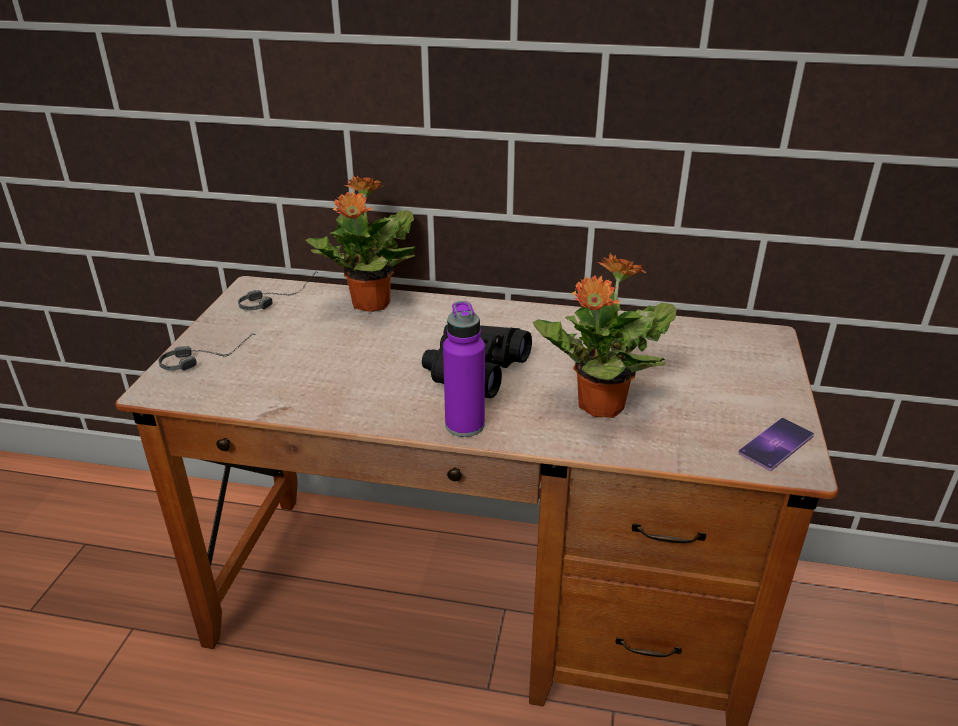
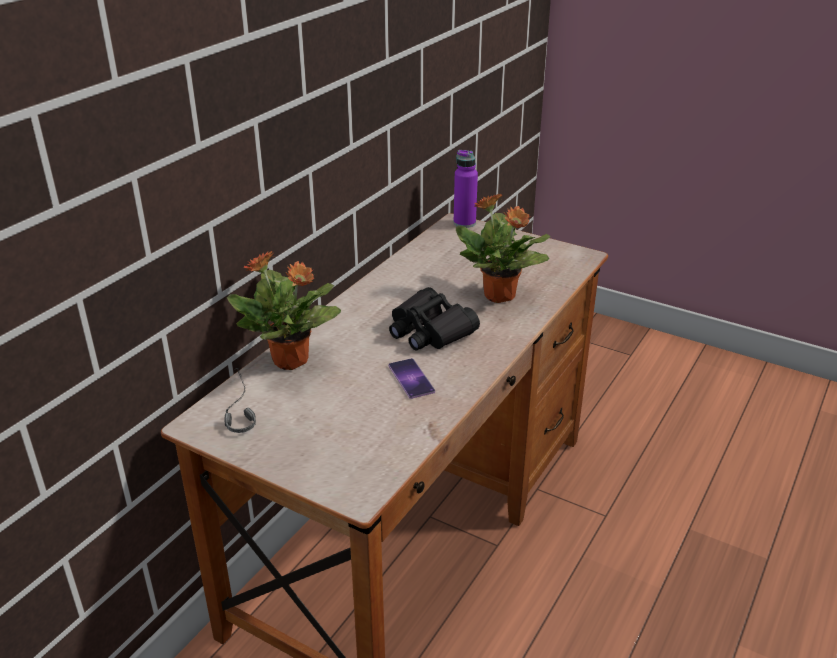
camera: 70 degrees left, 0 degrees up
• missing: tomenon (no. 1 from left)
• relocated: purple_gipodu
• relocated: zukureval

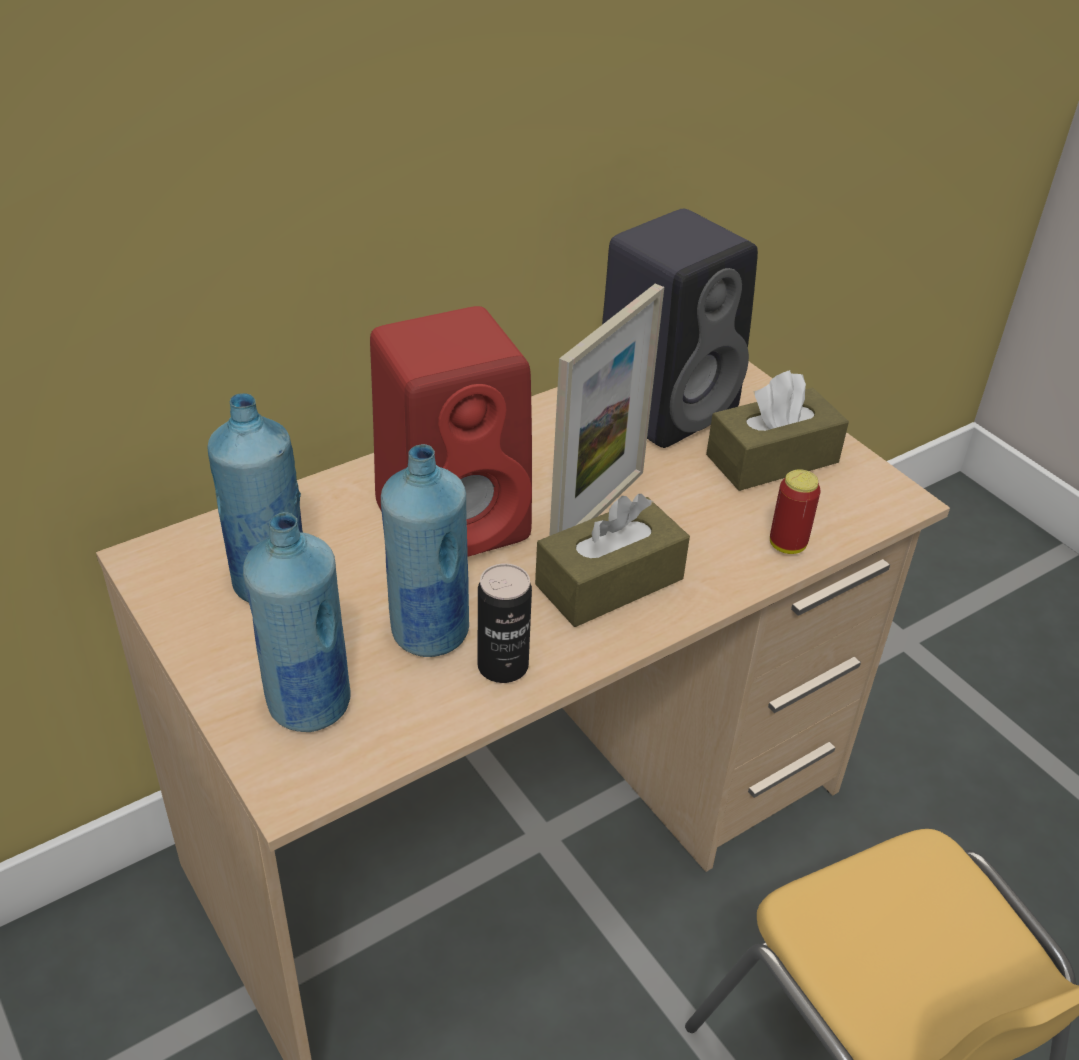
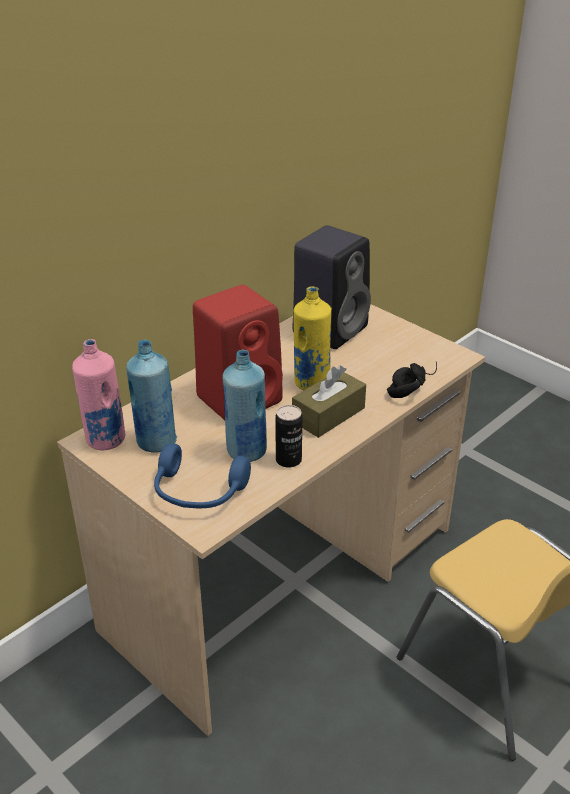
camera: 10 degrees left, 5 degrees down
• exchanged: blue_gipodu (no. 2 from left) to blue_tomenon
• exchanged: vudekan to yellow_gipodu
• missing: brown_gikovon (no. 2 from left)
• exchanged: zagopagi (no. 2 from left) to black_tomenon
• appeared: pink_gipodu

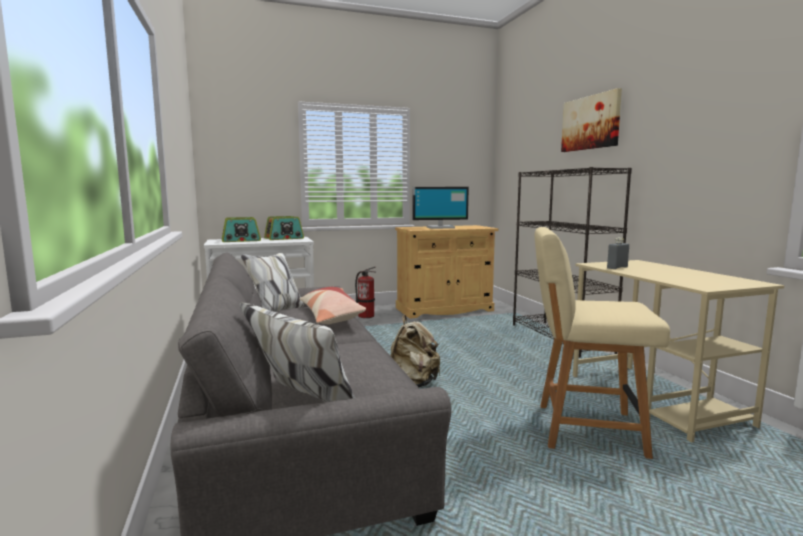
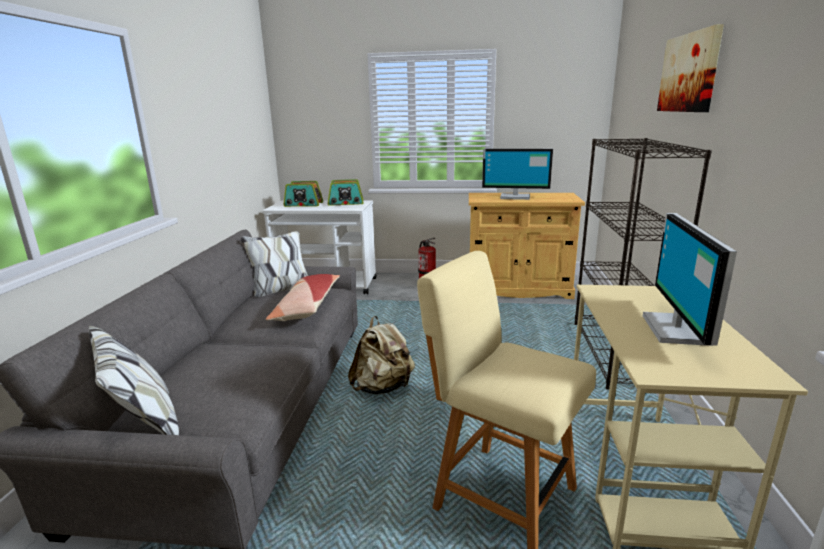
camera: 25 degrees right, 10 degrees up
• missing: grey_gipodu
• appeared: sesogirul (no. 2 from left)

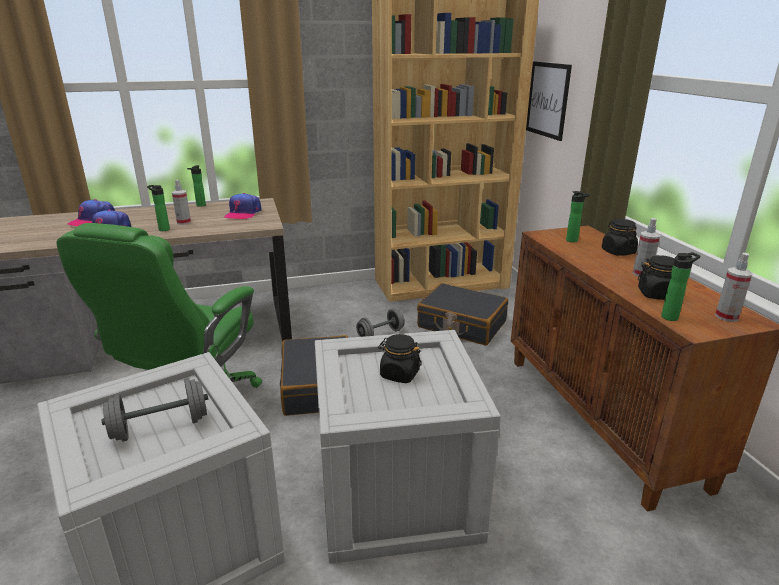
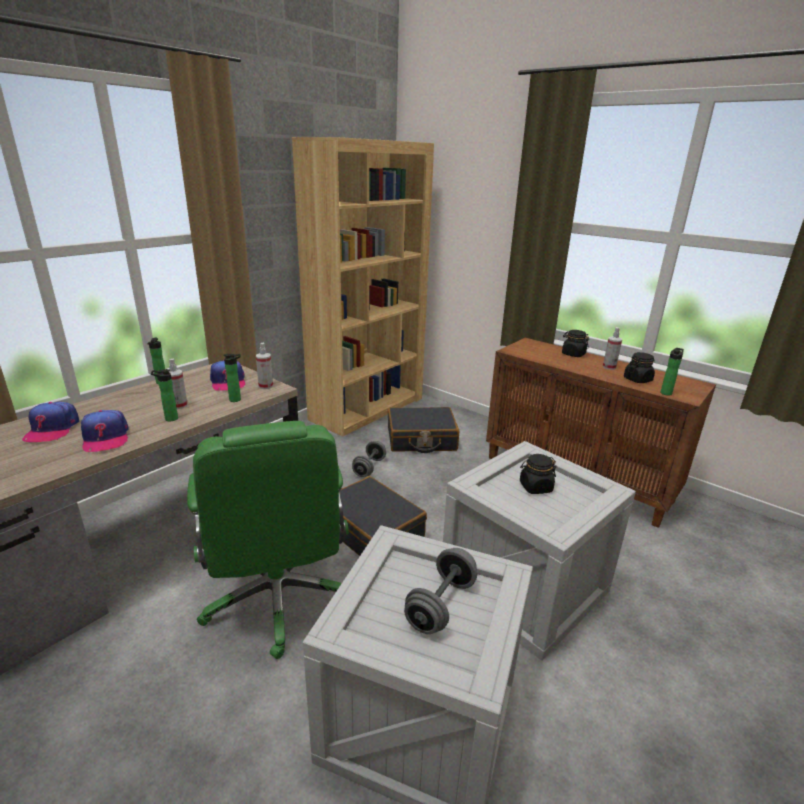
camera: 35 degrees left, 0 degrees up
• missing: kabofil
• relocated: gipodu (no. 3 from left)
• relocated: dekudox (no. 3 from left in the first image) to dekudox (no. 2 from left)

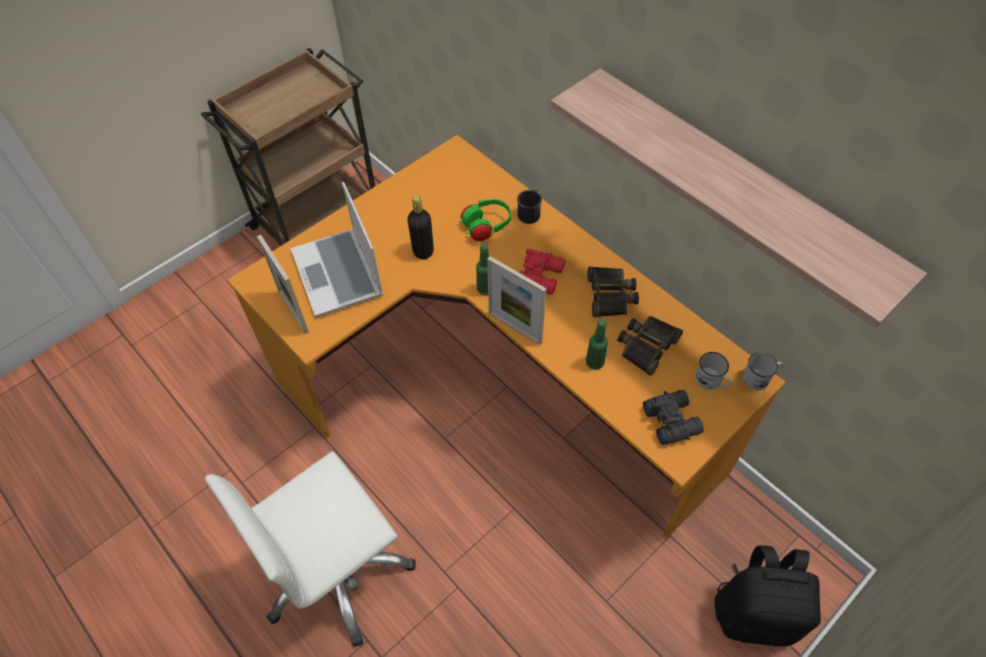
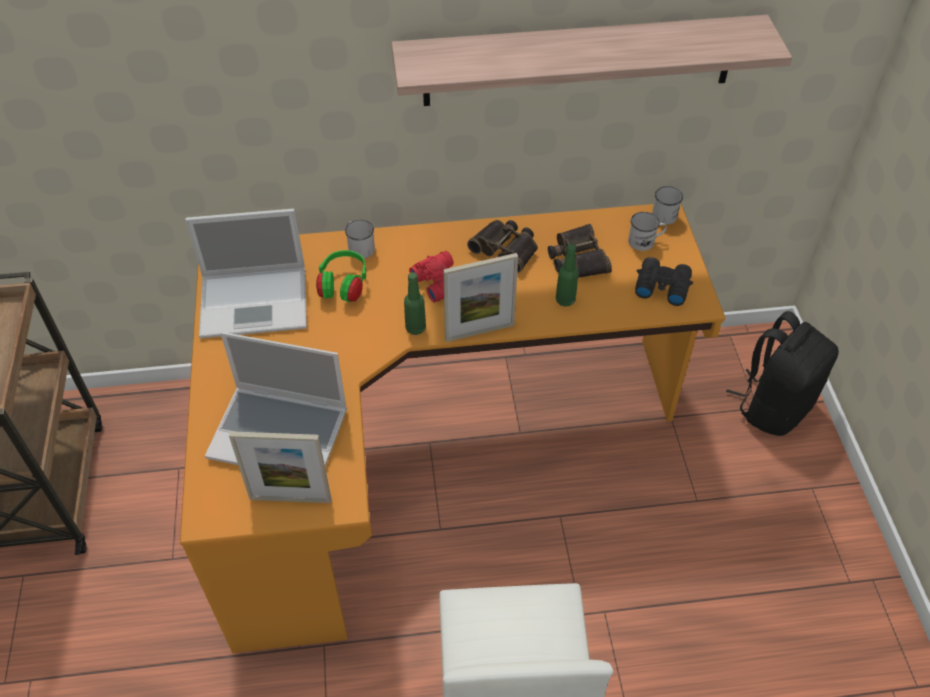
camera: 55 degrees left, 5 degrees down
• missing: black_gipodu
• colour: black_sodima to white_sodima (no. 1 from left)
• appeared: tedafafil (no. 1 from left)

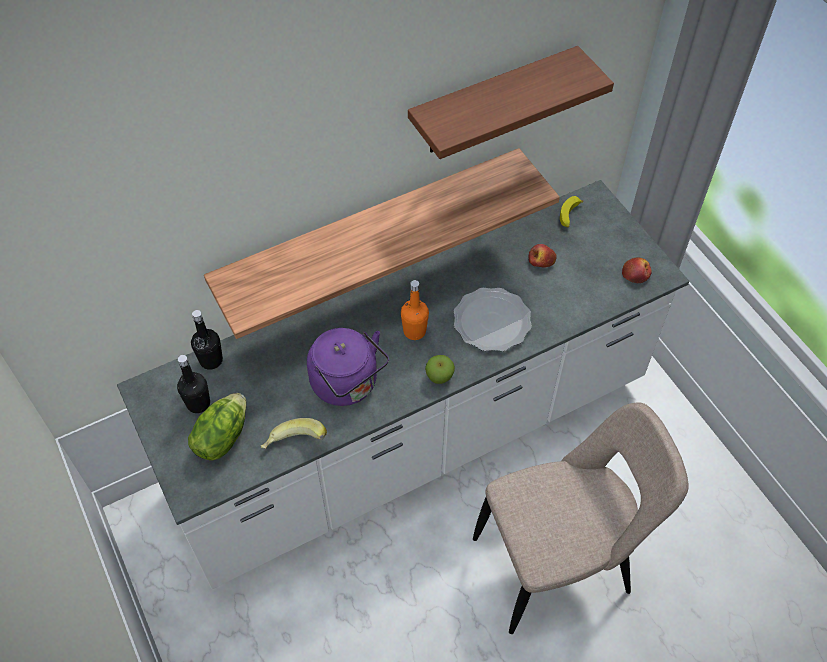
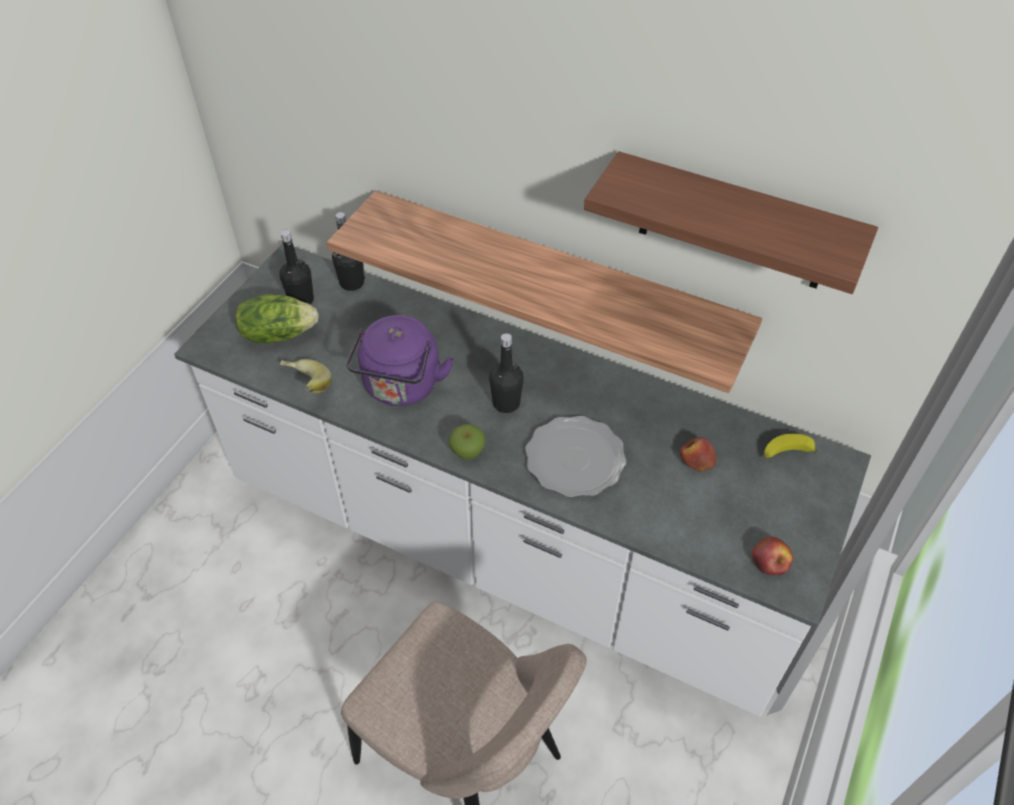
camera: 55 degrees right, 5 degrees down
• colour: orange_gipodu to black_gipodu (no. 3 from left)

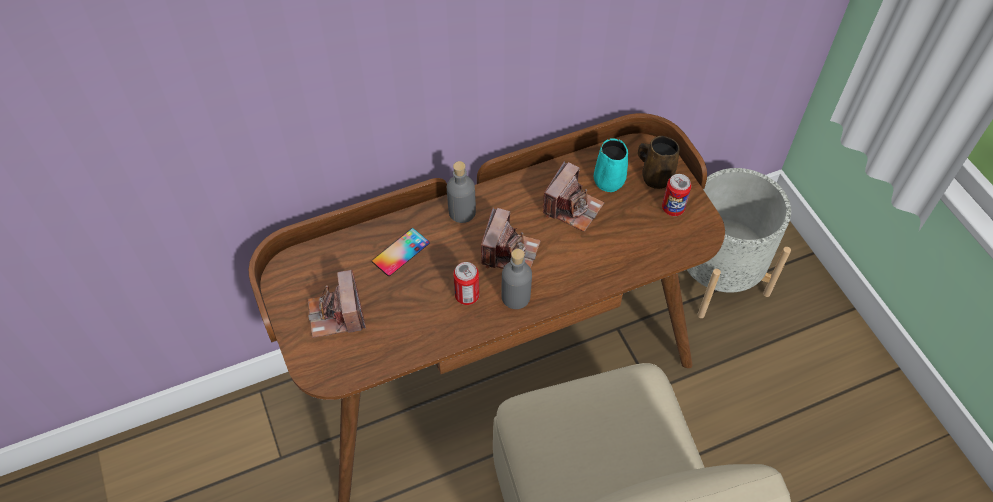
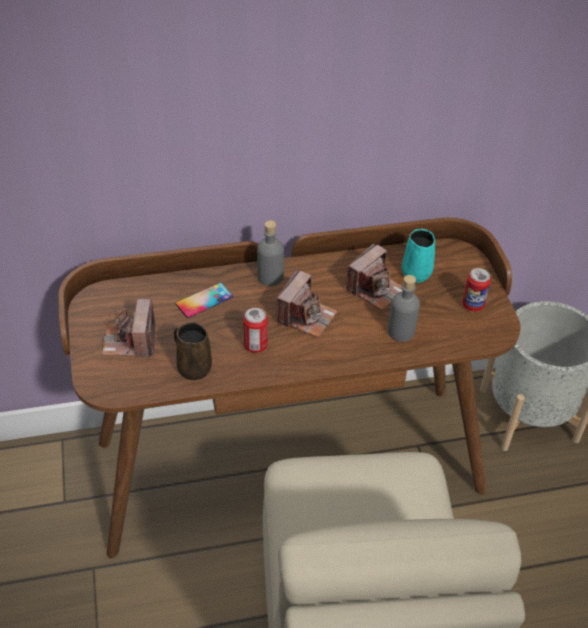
camera: 10 degrees right, 10 degrees down
• relocated: grey_gipodu (no. 2 from left)
• relocated: brown_sodima

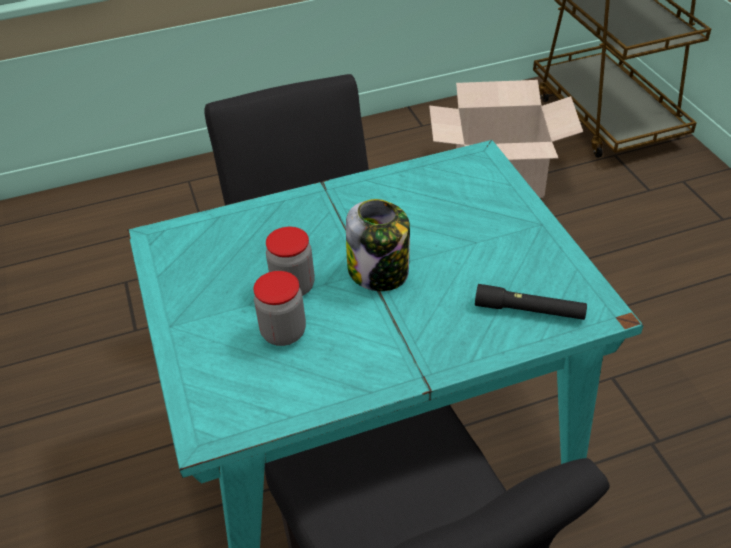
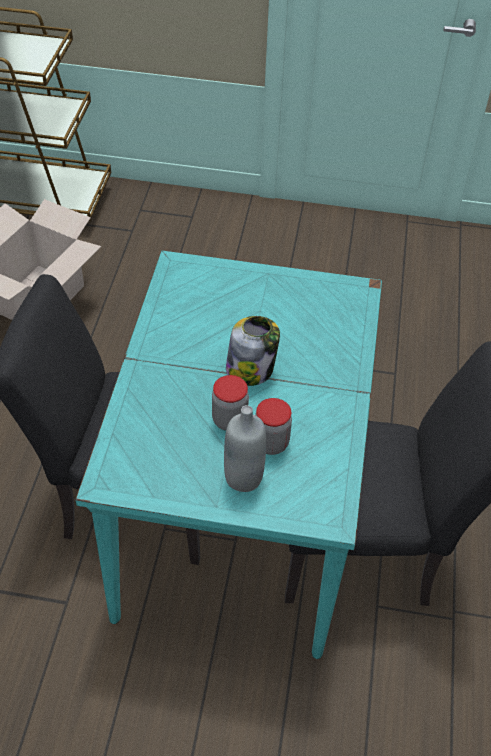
camera: 65 degrees left, 5 degrees up
• missing: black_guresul
• appeared: grey_gipodu

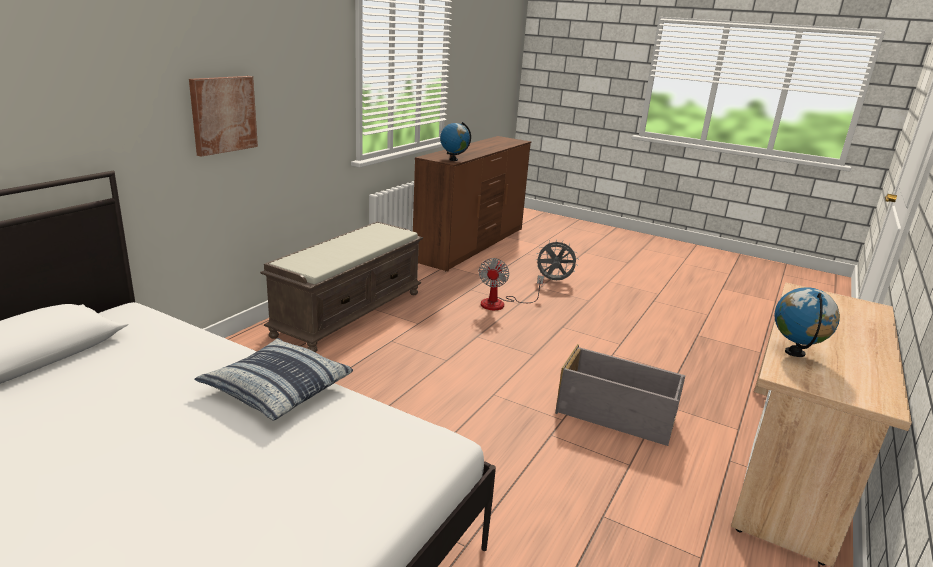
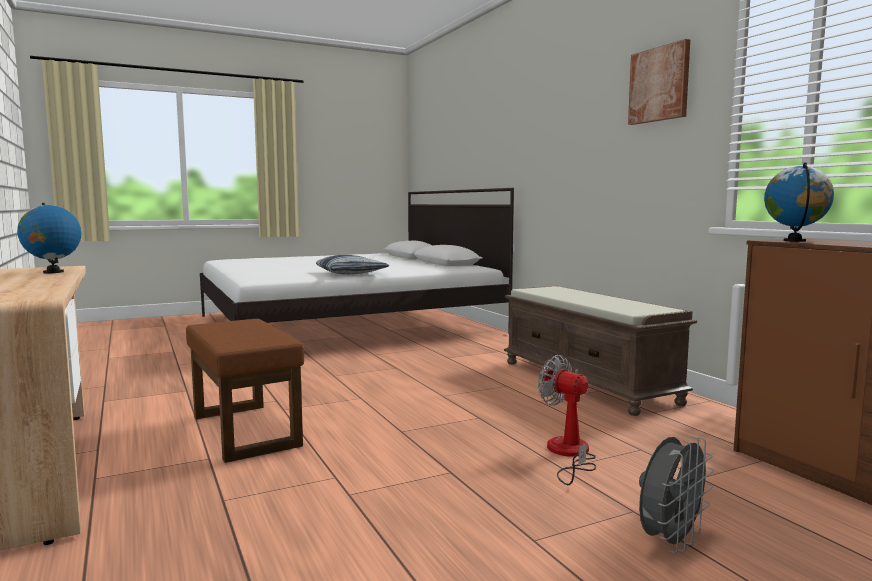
camera: 125 degrees right, 15 degrees down
• relocated: kabofil
• exchanged: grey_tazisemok to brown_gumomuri

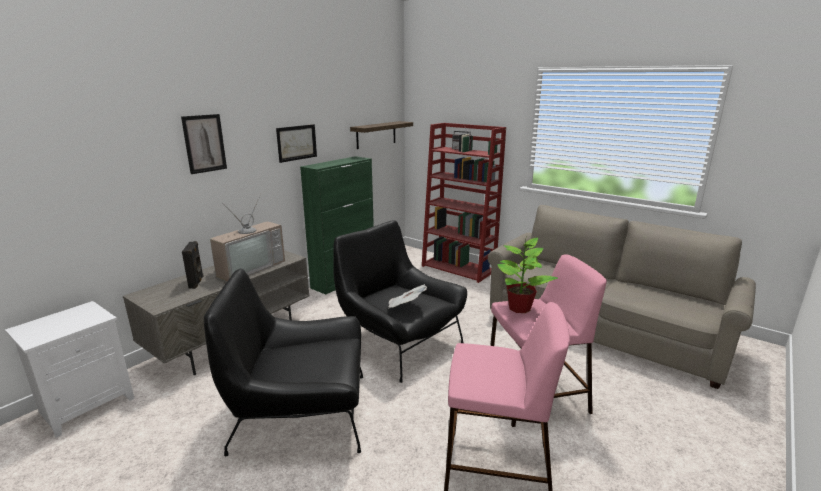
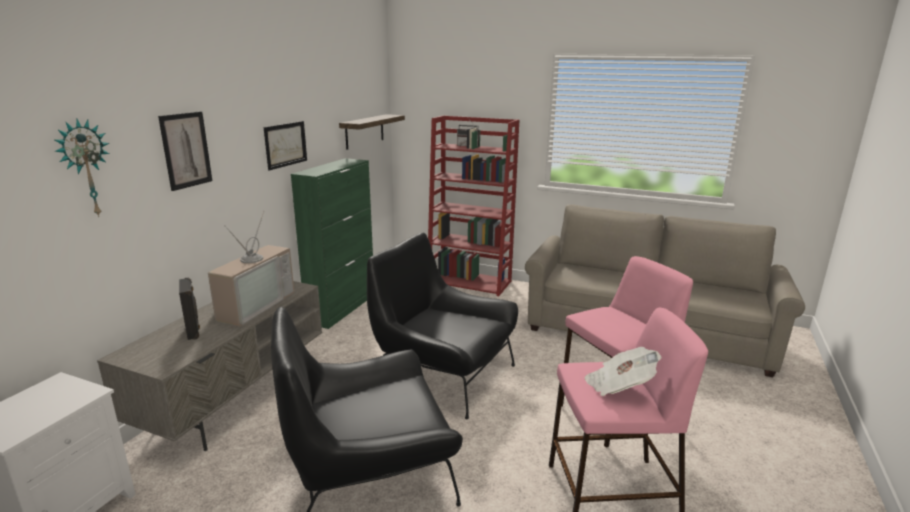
camera: 15 degrees left, 0 degrees up
• relocated: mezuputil
• missing: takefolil
• appeared: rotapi

